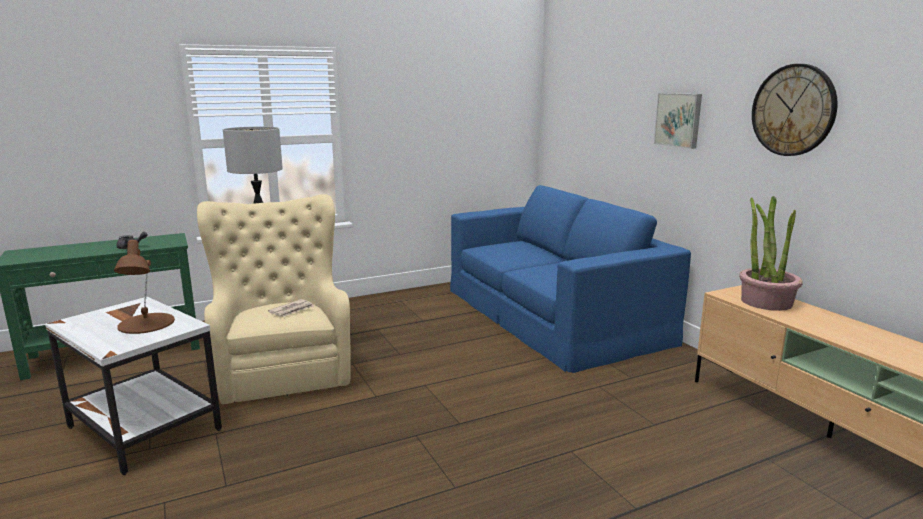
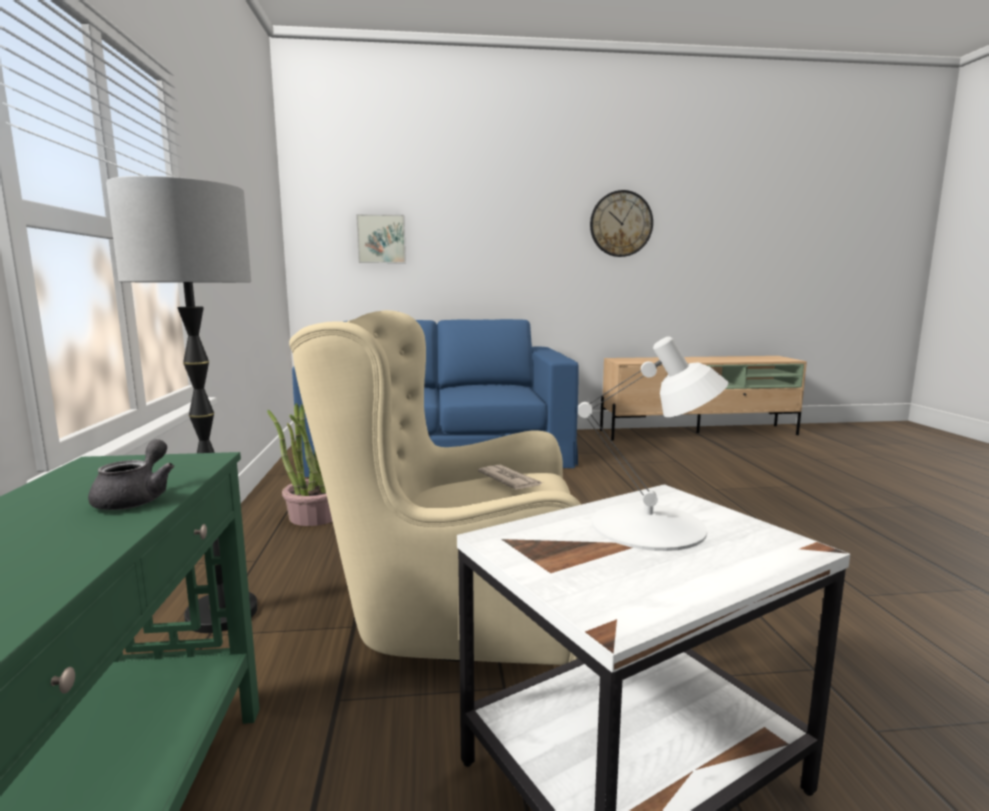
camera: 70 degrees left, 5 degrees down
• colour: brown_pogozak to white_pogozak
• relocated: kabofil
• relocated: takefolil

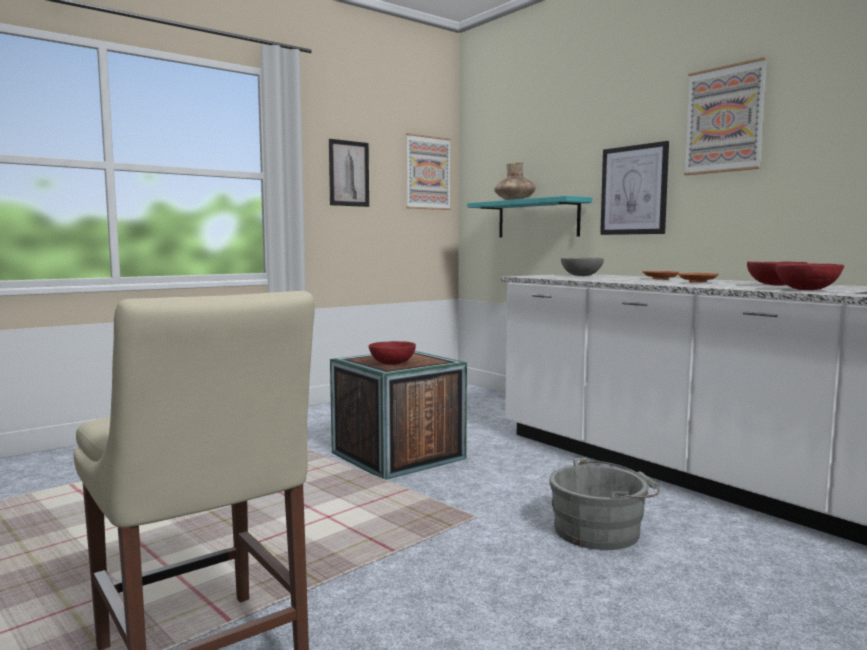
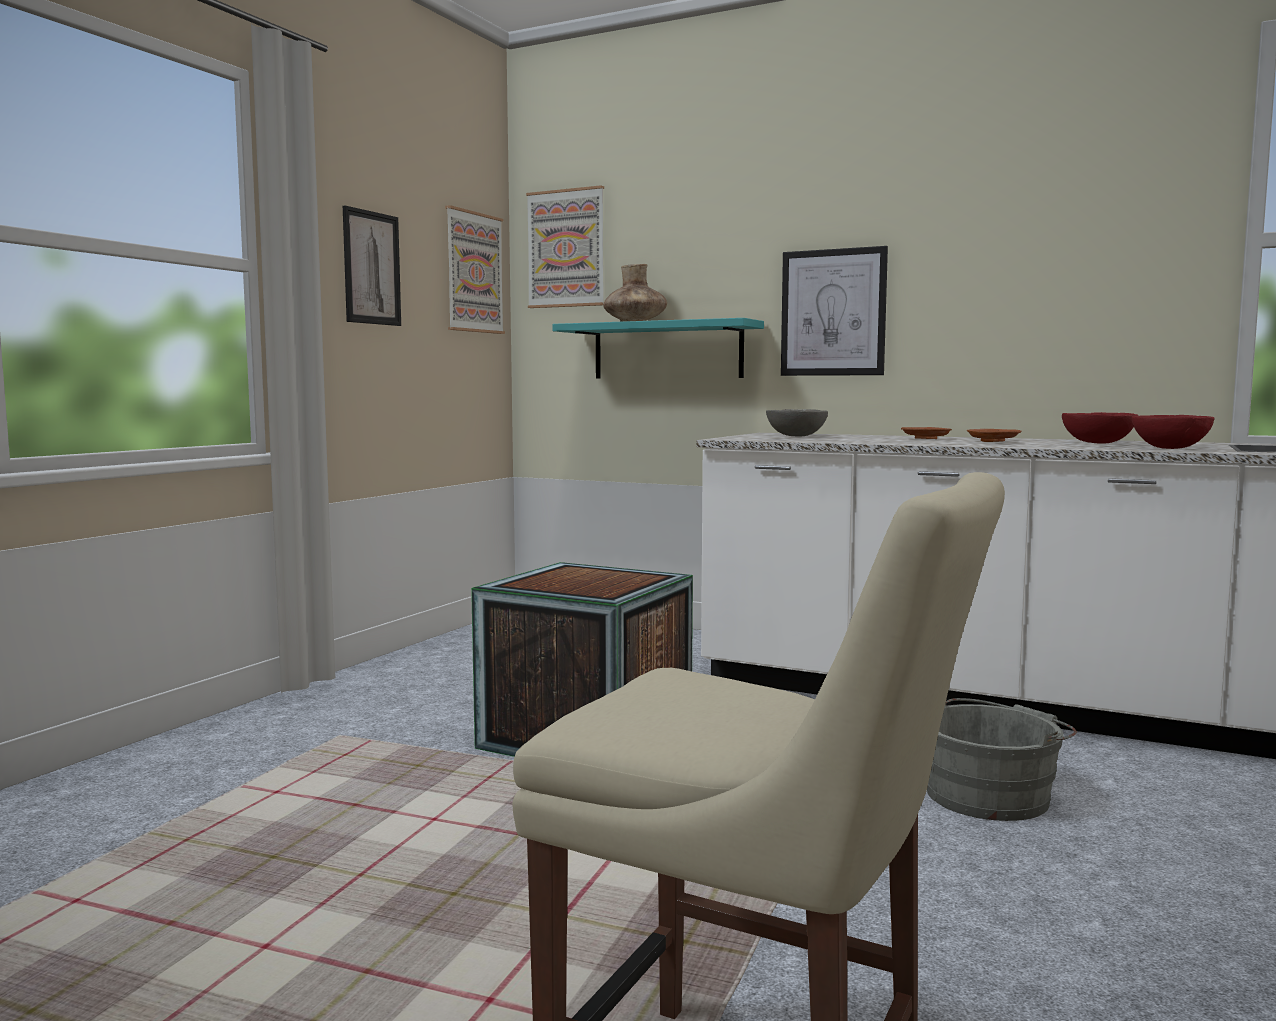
camera: 25 degrees left, 0 degrees up
• missing: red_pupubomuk (no. 1 from left)
• relocated: kabofil (no. 4 from left in the first image) to kabofil (no. 3 from left)

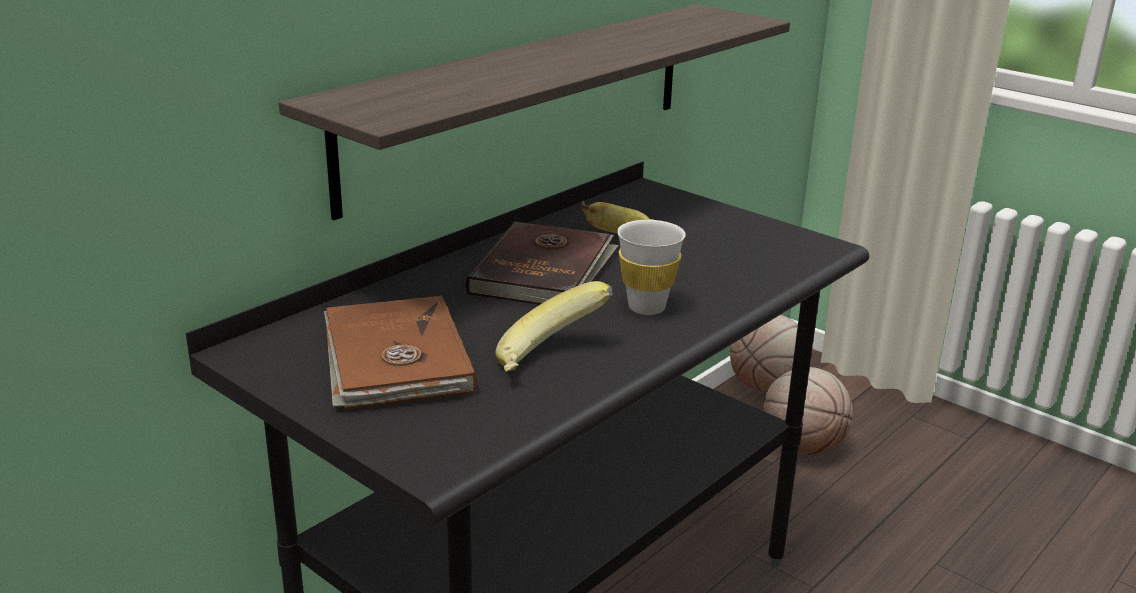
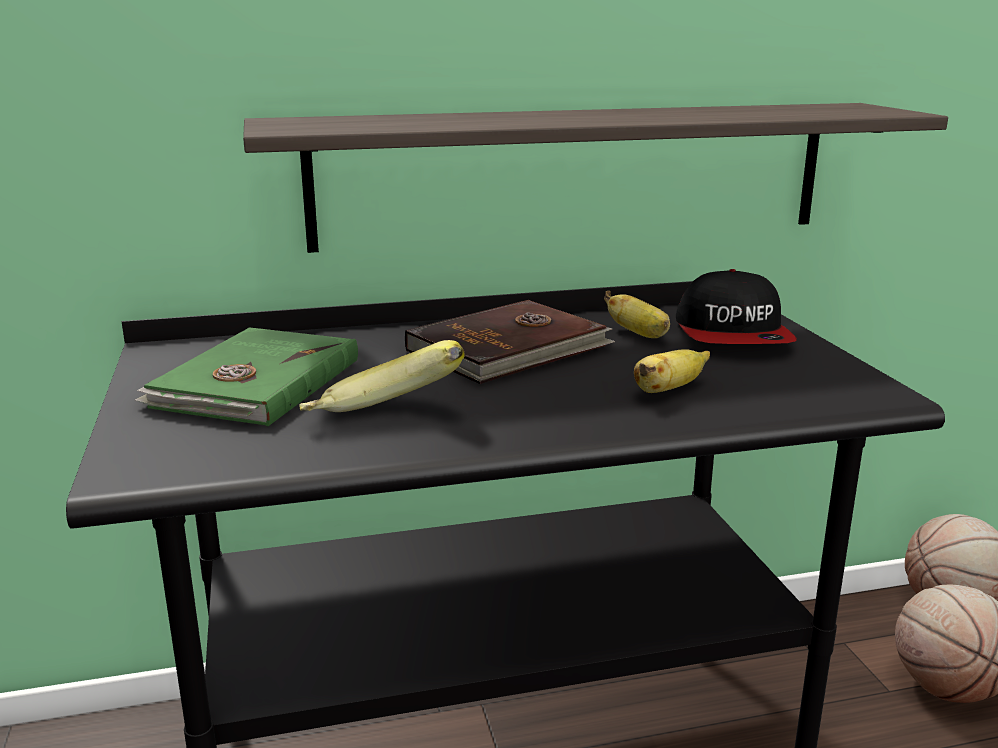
camera: 35 degrees right, 5 degrees down
• colour: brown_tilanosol (no. 1 from left) to green_tilanosol
• missing: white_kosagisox
• appeared: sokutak (no. 3 from left)
• appeared: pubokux

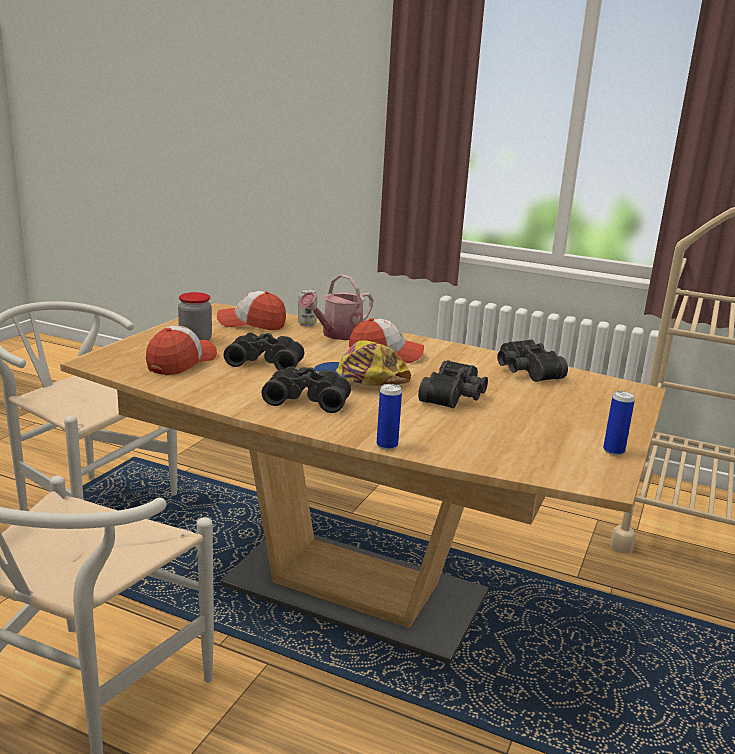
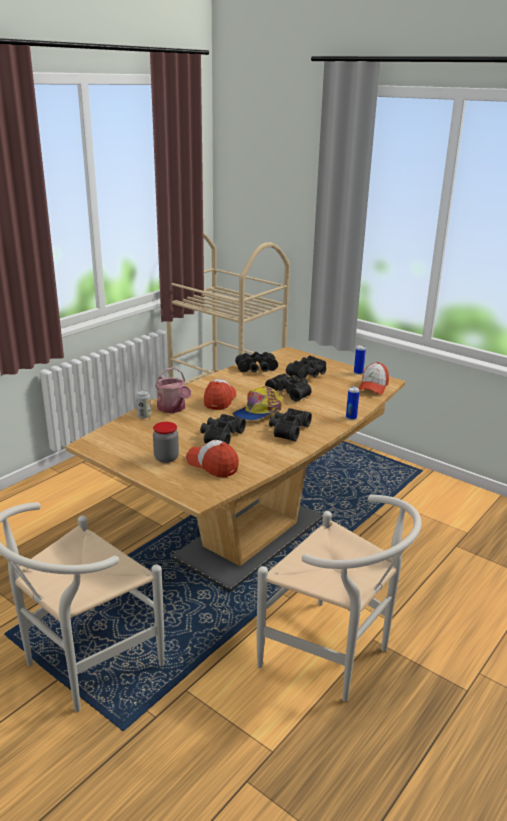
camera: 75 degrees left, 5 degrees up
• relocated: pubokux (no. 2 from left in the first image) to pubokux (no. 4 from left)
• appeared: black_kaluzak (no. 5 from left)

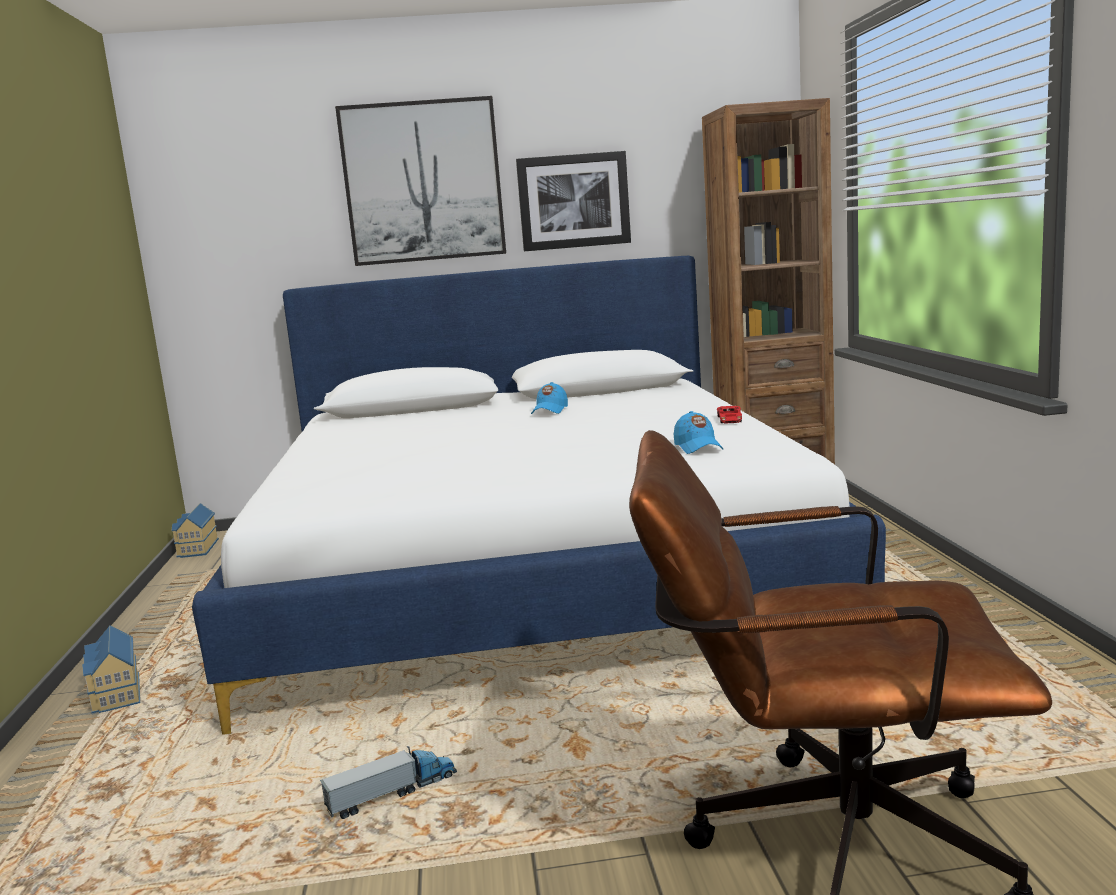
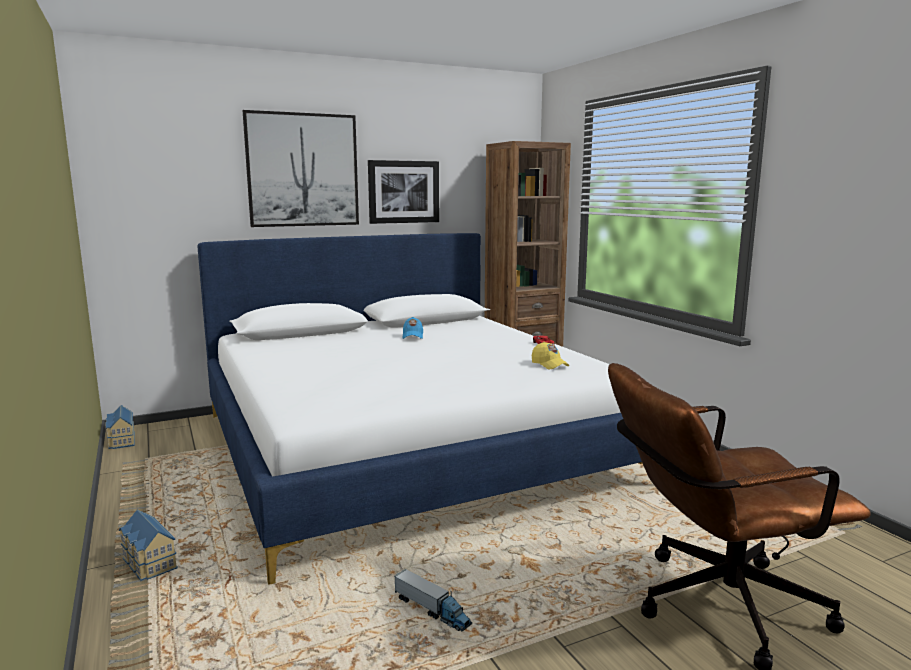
camera: 20 degrees left, 0 degrees up
• spun: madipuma 90 degrees clockwise
• colour: blue_pubokux (no. 2 from left) to yellow_pubokux

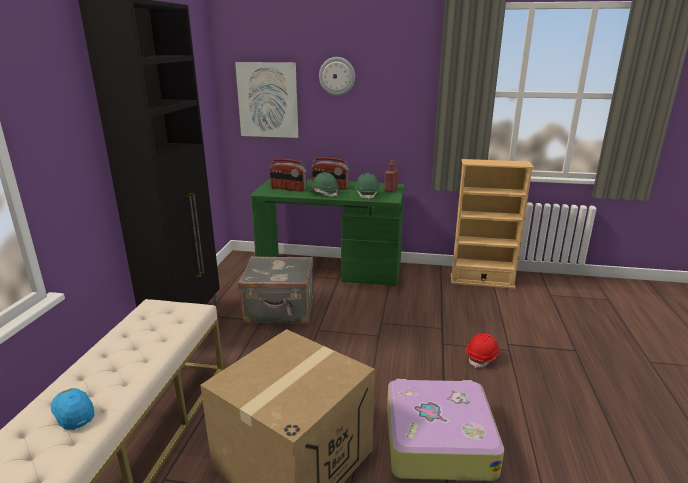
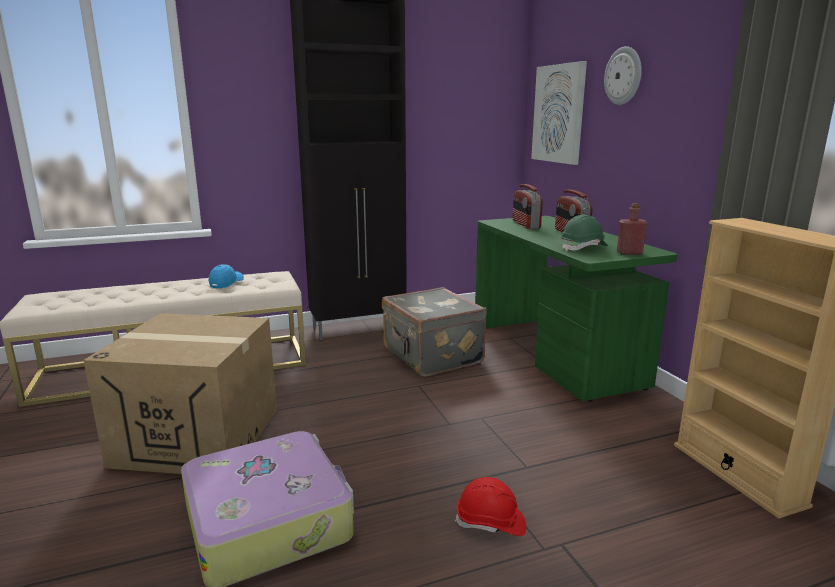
camera: 60 degrees right, 5 degrees down
• relocated: blue_pubokux
• missing: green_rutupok (no. 1 from left)

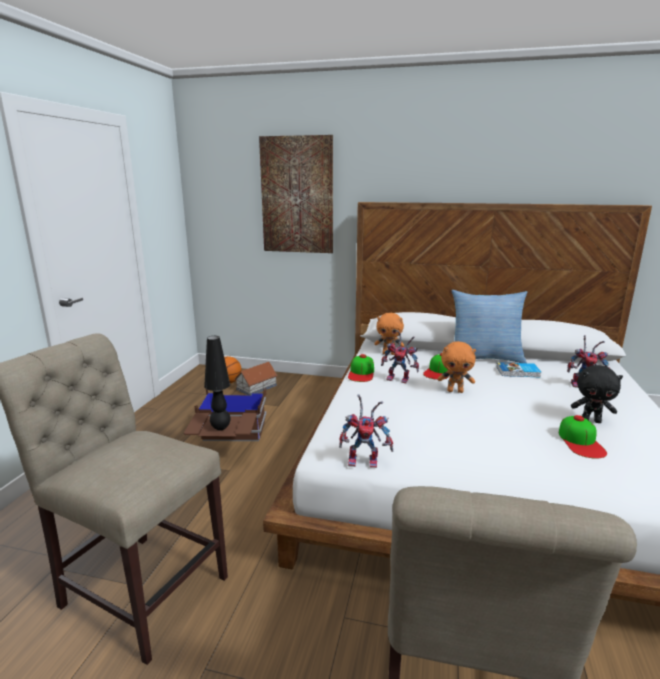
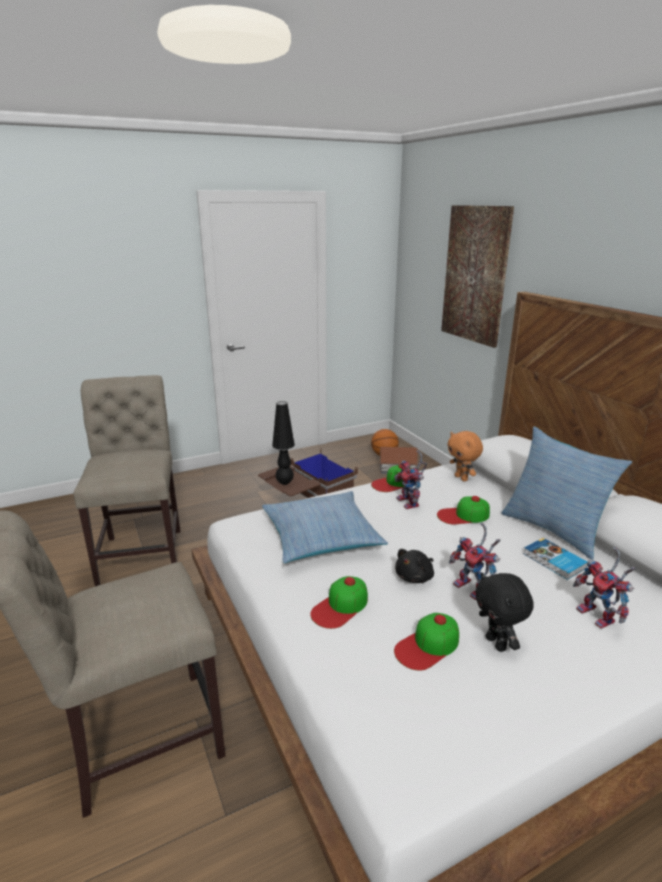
camera: 50 degrees right, 5 degrees up
• relocated: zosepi (no. 1 from left in the first image) to zosepi (no. 2 from left)
• missing: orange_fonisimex (no. 2 from left)
• appeared: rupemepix (no. 1 from left)
• appeared: pubokux (no. 1 from left)
• appeared: black_fonisimex (no. 1 from left)

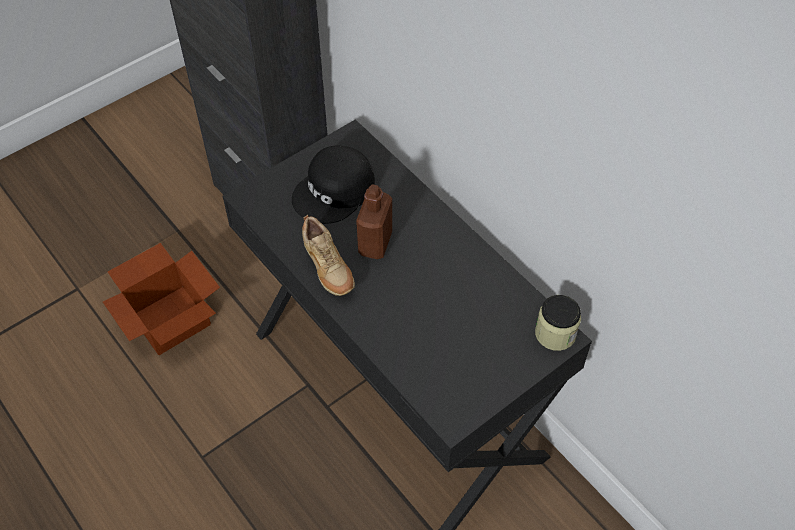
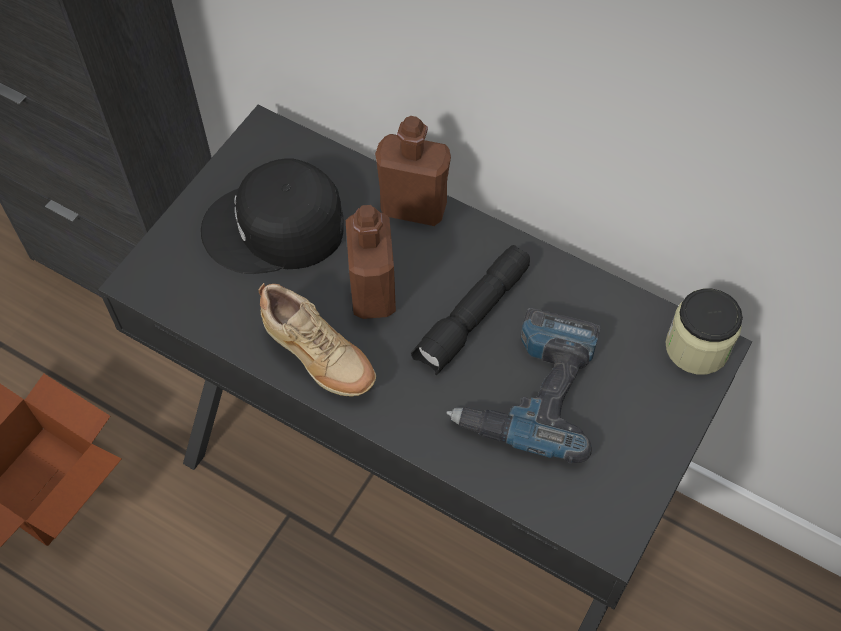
camera: 20 degrees left, 5 degrees up
• spun: black_pubokux 60 degrees clockwise
• appeared: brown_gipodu (no. 2 from left)
• appeared: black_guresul
• appeared: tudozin

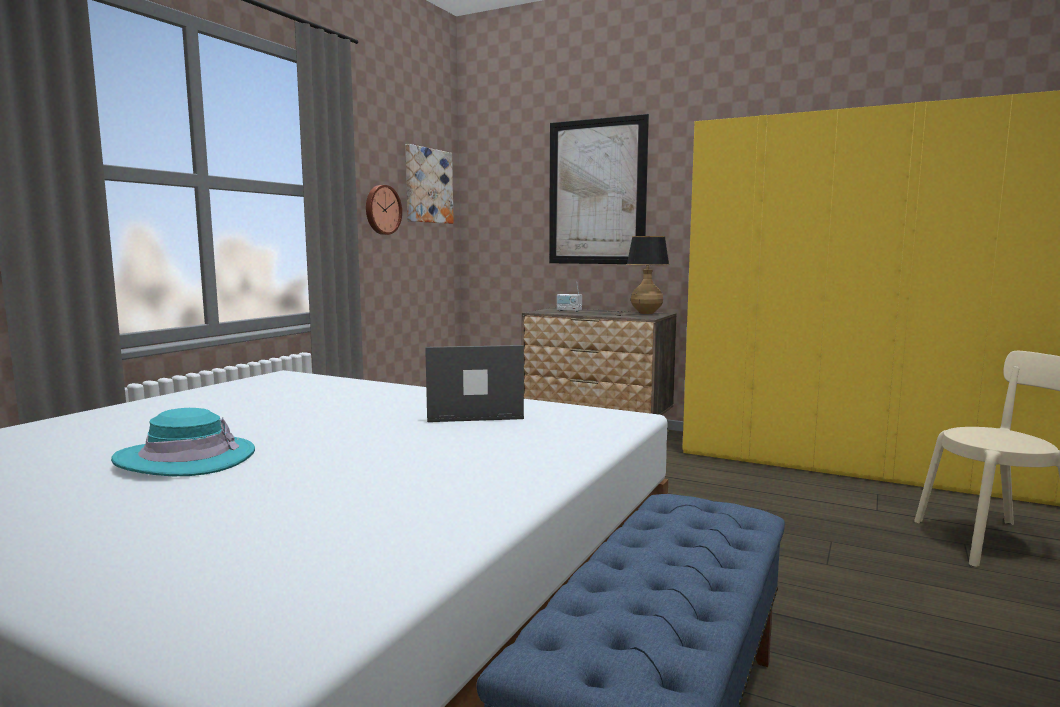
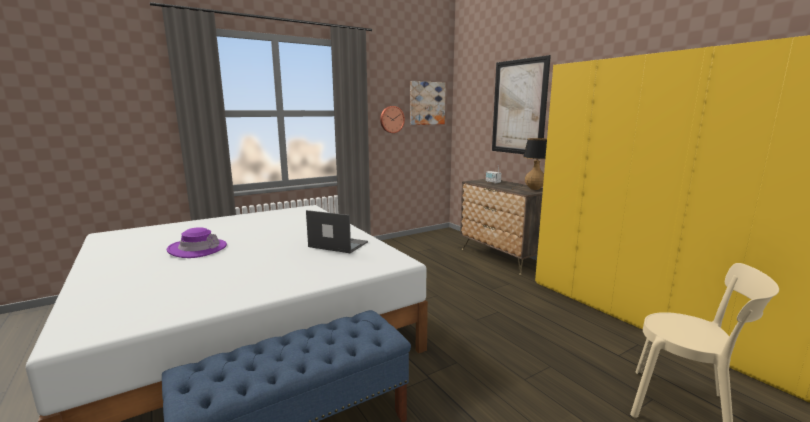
camera: 30 degrees right, 5 degrees up
• colour: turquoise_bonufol to purple_bonufol

